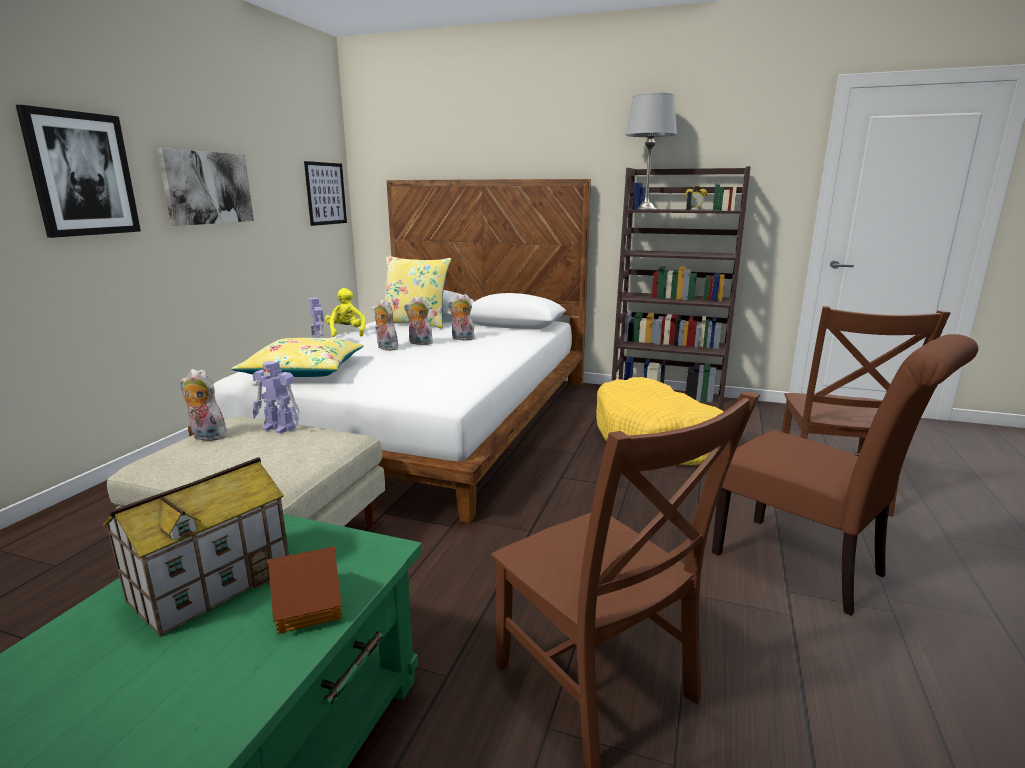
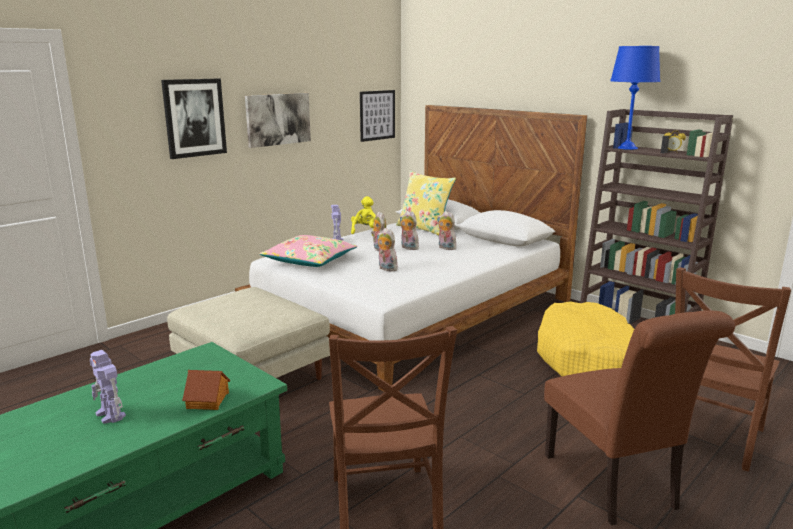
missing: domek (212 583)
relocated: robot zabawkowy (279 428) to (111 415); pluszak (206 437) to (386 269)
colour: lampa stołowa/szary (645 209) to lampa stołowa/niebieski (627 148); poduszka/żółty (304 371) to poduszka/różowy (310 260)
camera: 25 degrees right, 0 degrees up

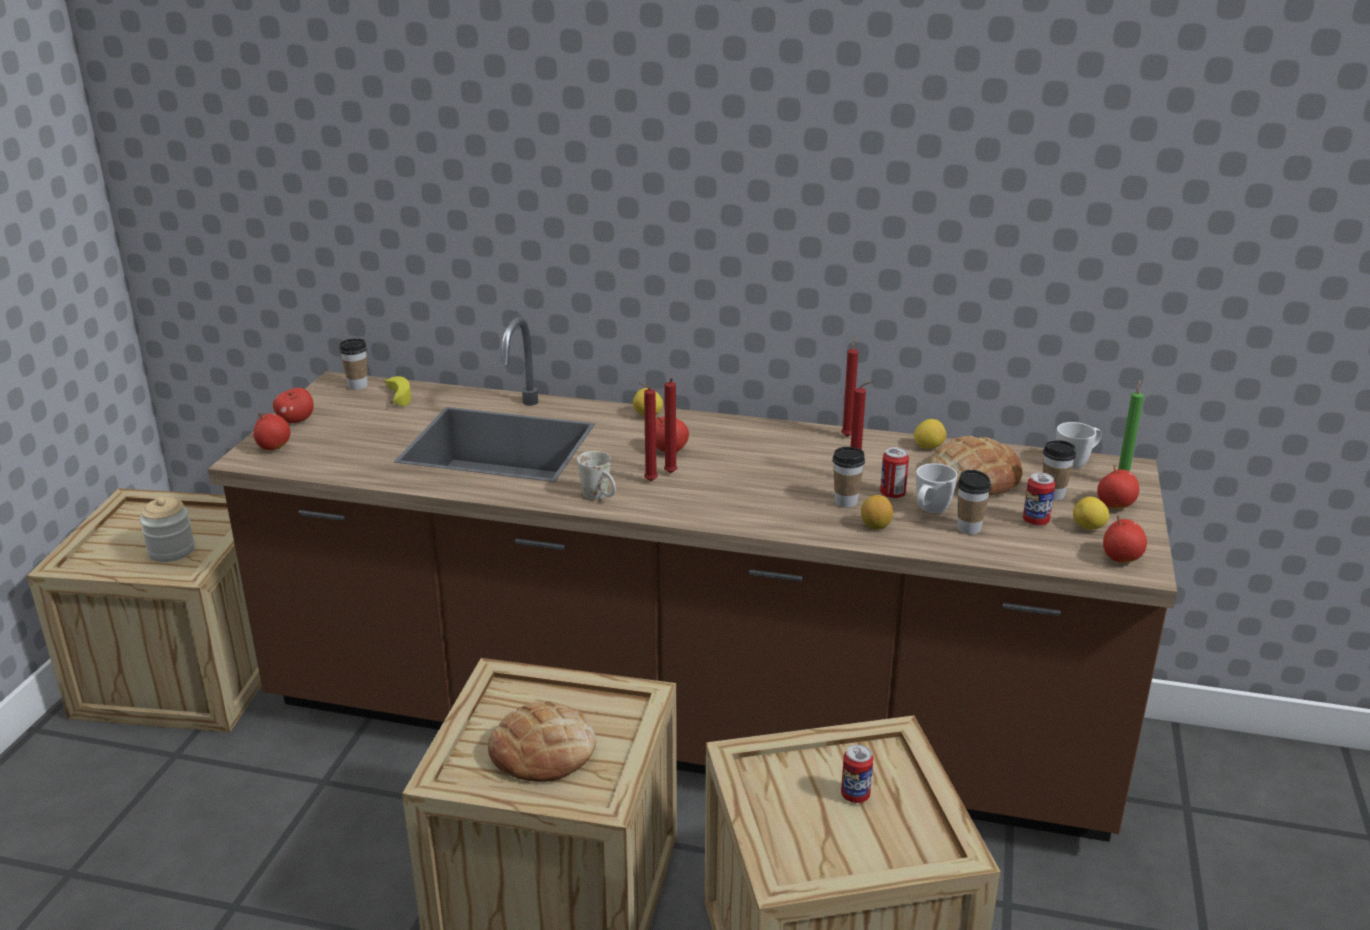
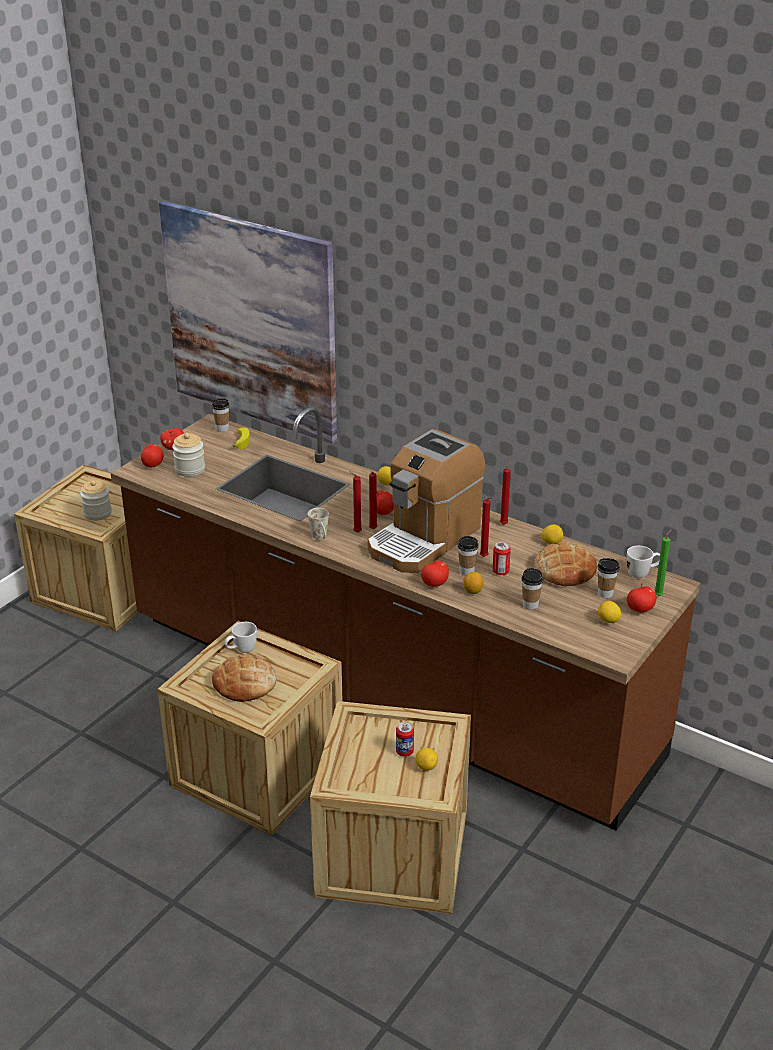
missing: puszka (1035 521)
appeared: obraz (251 321); ekspres do kawy (424 539); słoik (190 469); cytryna (426 767)
relocated: kubek/biały (929 511) to (241 651); jabłko (1121 558) to (434 584)
camera: 20 degrees right, 5 degrees up

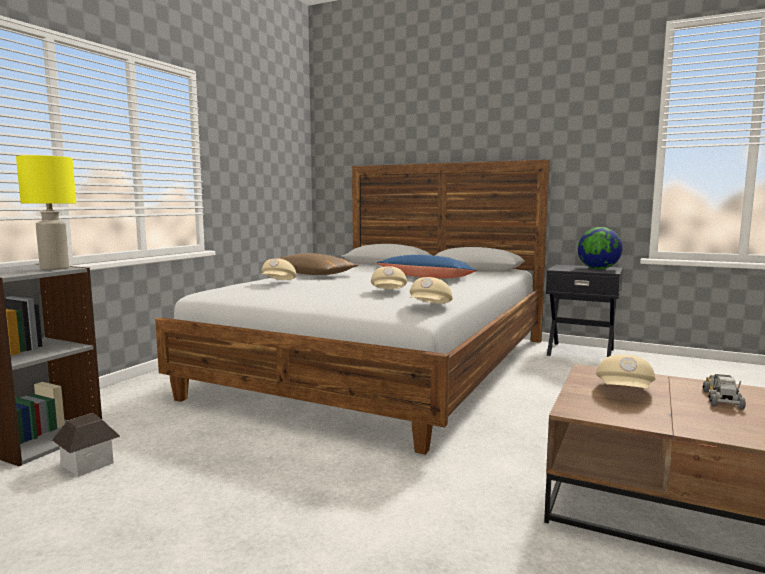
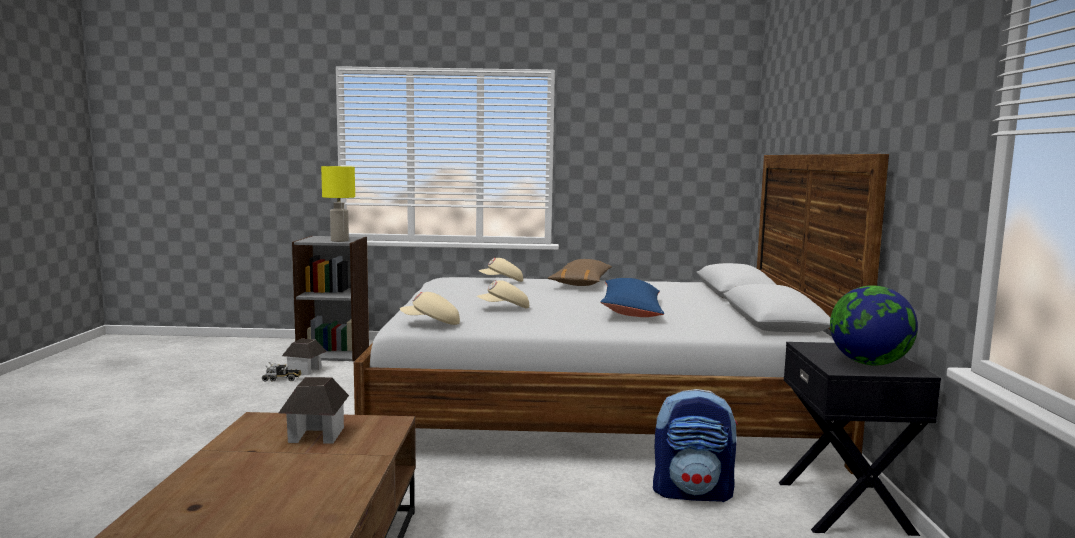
appeared: plecak (693 492)
relocated: ciężarówka zabawkowa (721 399) to (282 379)
exchanged: czapka z daszkiem/beżowy (625 392) to domek (316 435)
camera: 65 degrees right, 0 degrees up

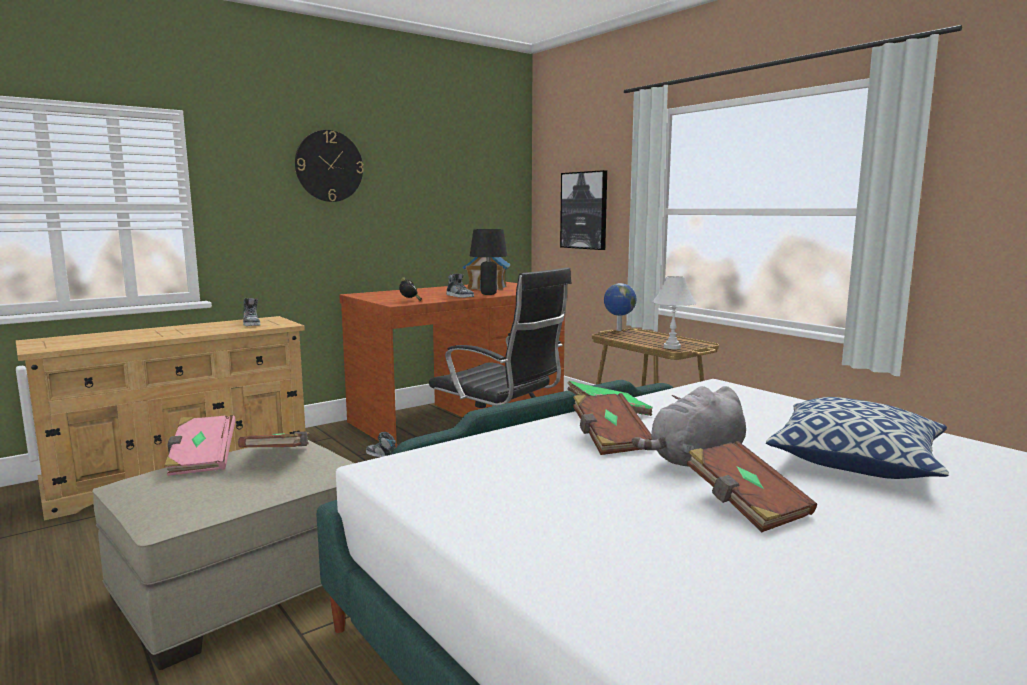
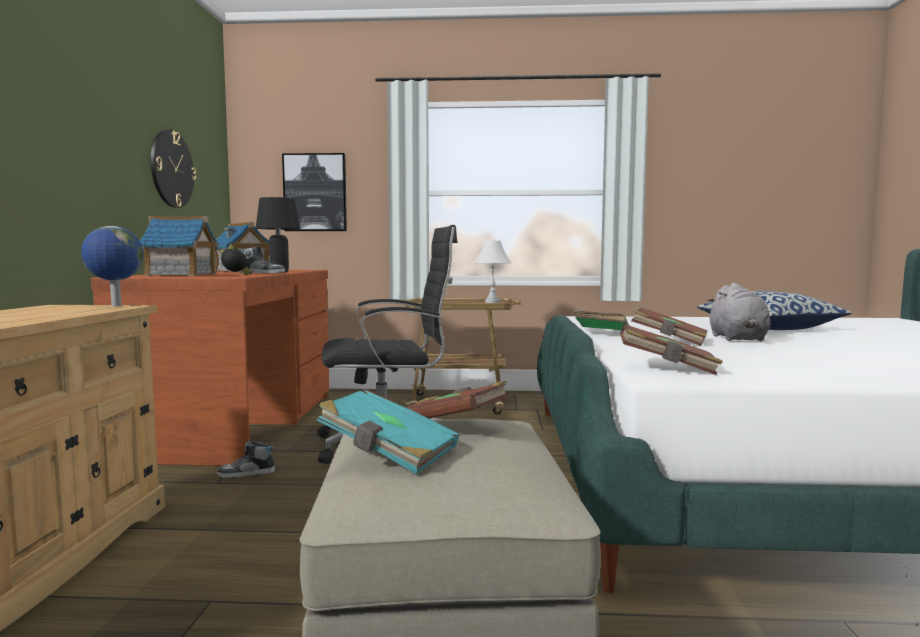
missing: but (251 323)
appeared: domek (181 275)
relocated: zegar ścienny (329 166) to (171 169); globus (618 330) to (115 305); książka/brązowy (746 505) to (667 368)
colour: książka/różowy (201 460) to książka/turkusowy (388 454)
camera: 50 degrees left, 5 degrees down

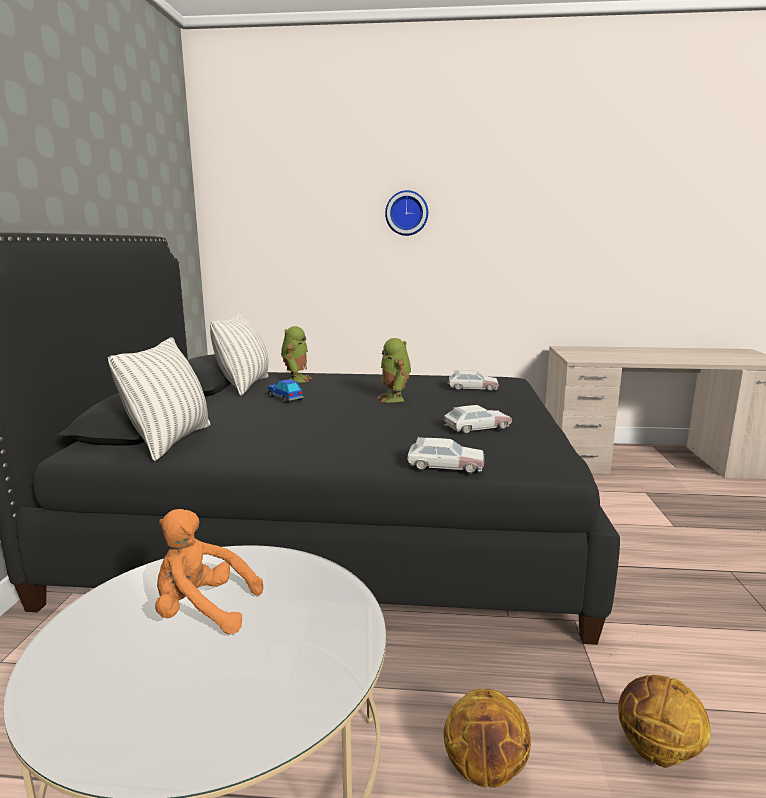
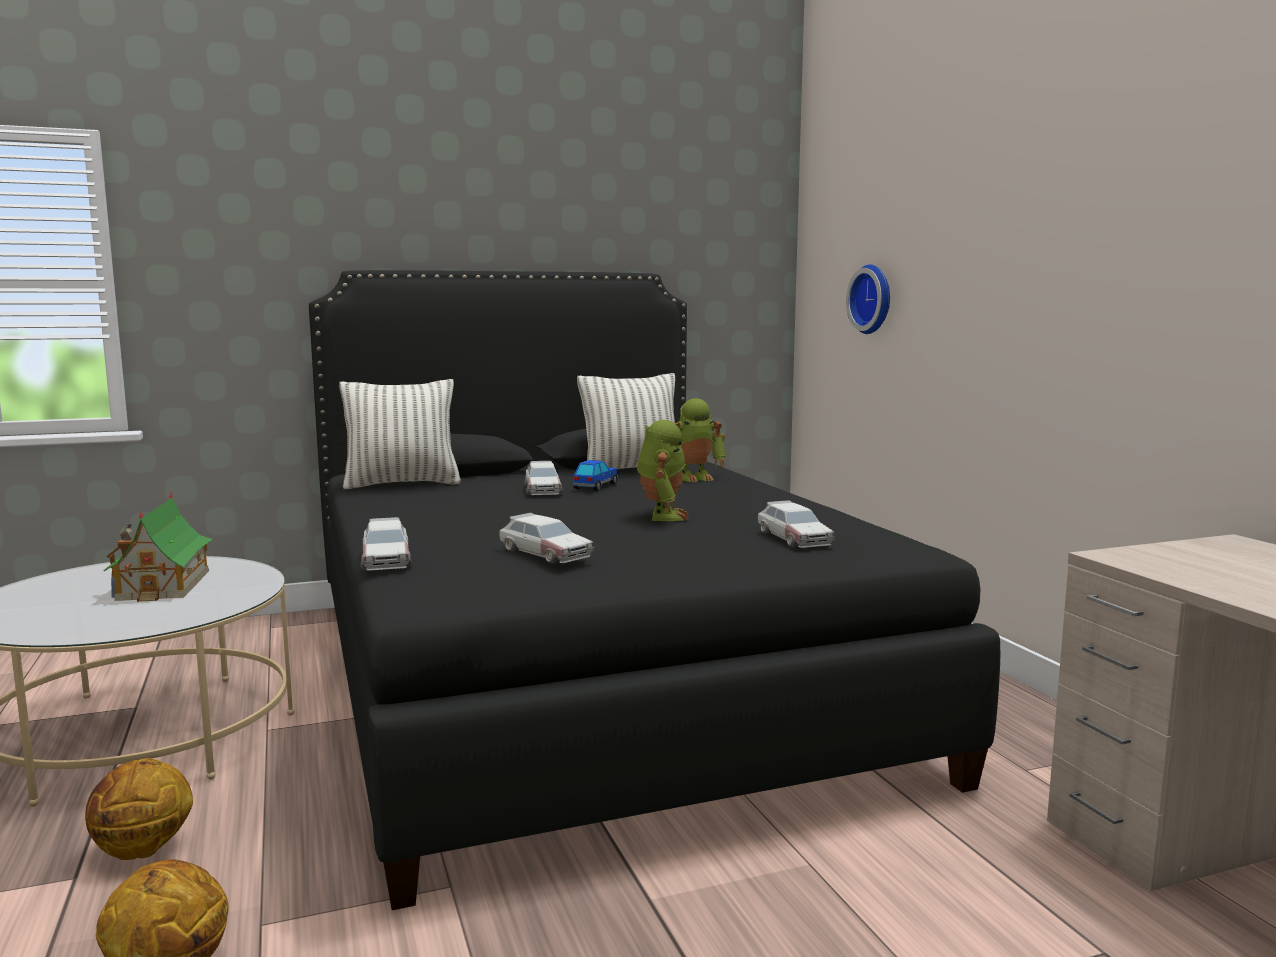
appeared: samochodzik (542 489)
relocated: zegar ścienny (406 213) to (873 299)
exchanged: pluszak/pomarańczowy (202 611) to domek (164 585)
spun: robot zabawkowy (394 398) = (662 516) 135 degrees clockwise
camera: 65 degrees right, 5 degrees down

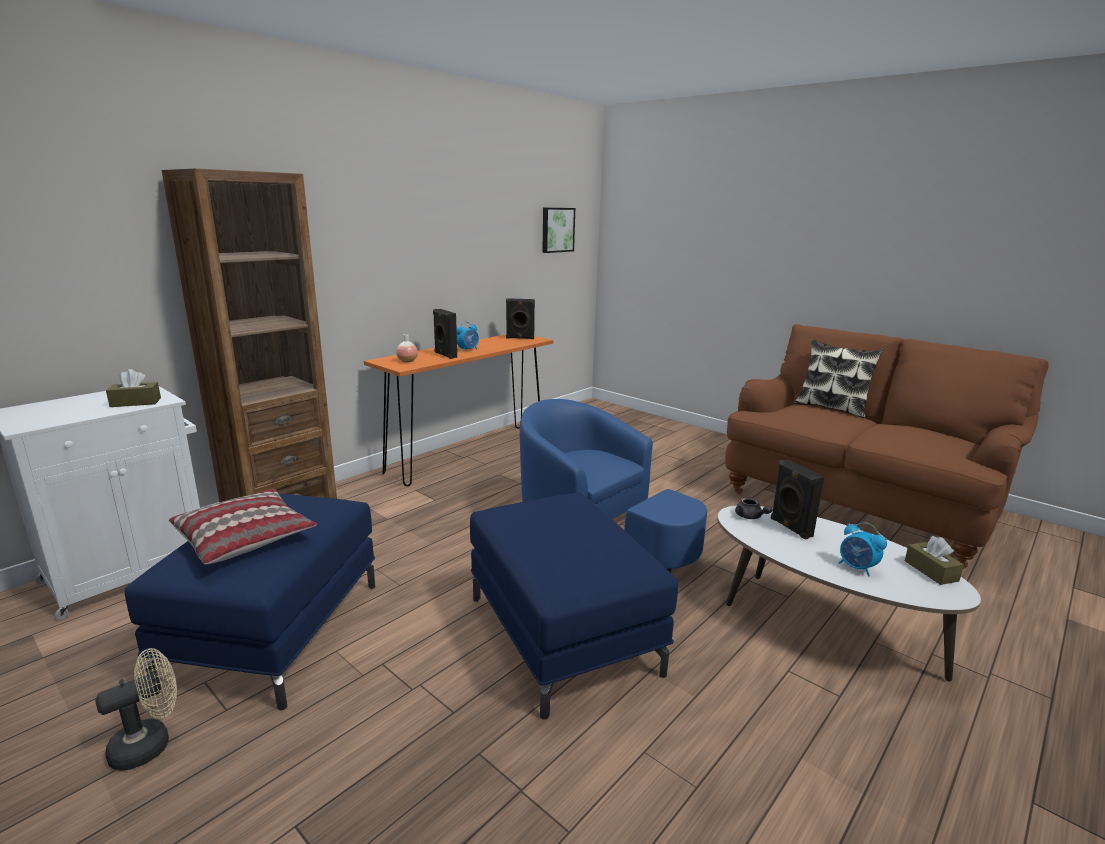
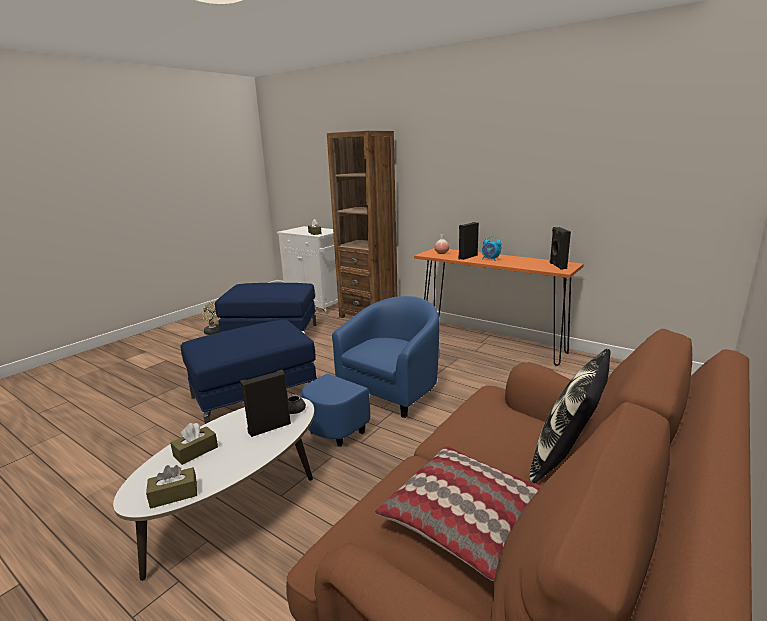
missing: obraz (557 230)
relocated: poduszka (245 538) to (466 519)
exchanged: budzik (857 568) to pudełko chusteczek/brązowy (196 451)
camera: 85 degrees right, 0 degrees up

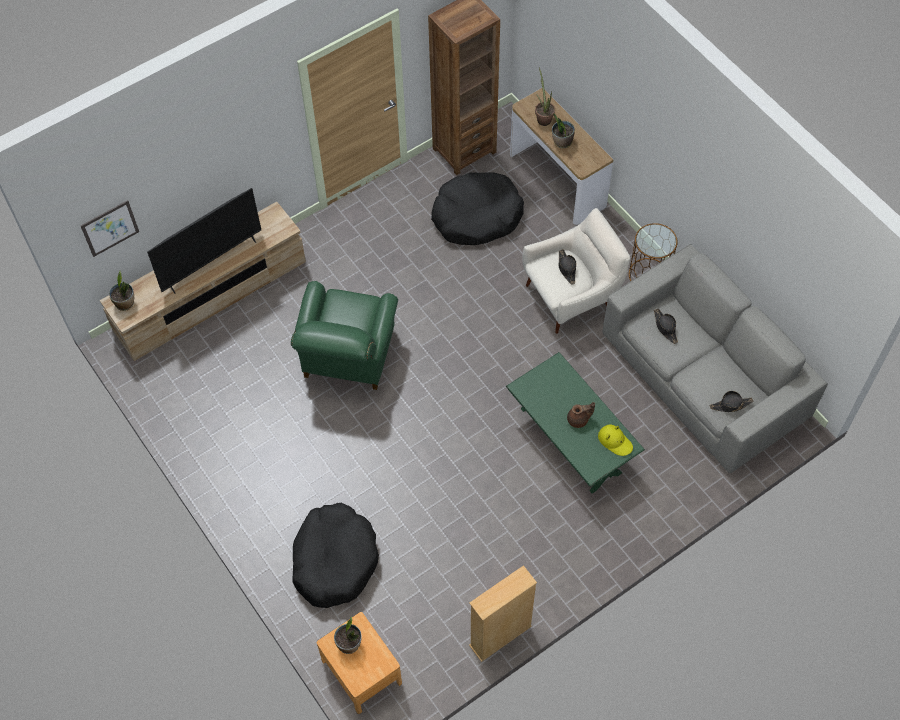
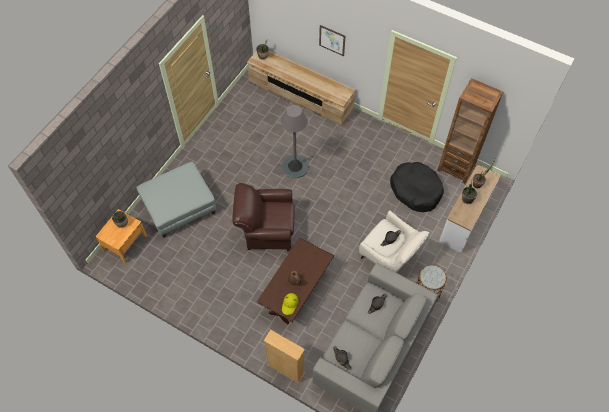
missing: telewizor (212 263)
appeared: fotel/brązowy (266 230)
relocated: obraz (110 228) to (332 40); regał/beżowy (500 636) to (285 368)
exchanged: fotel/zielony (347 358) to lampa stojąca/szary (295 166); legowisko/czarny (334 560) to pufa/szary (179 207)
colour: ława/zielony (571 440) to ława/brązowy (296 290)
camera: 65 degrees right, 0 degrees up

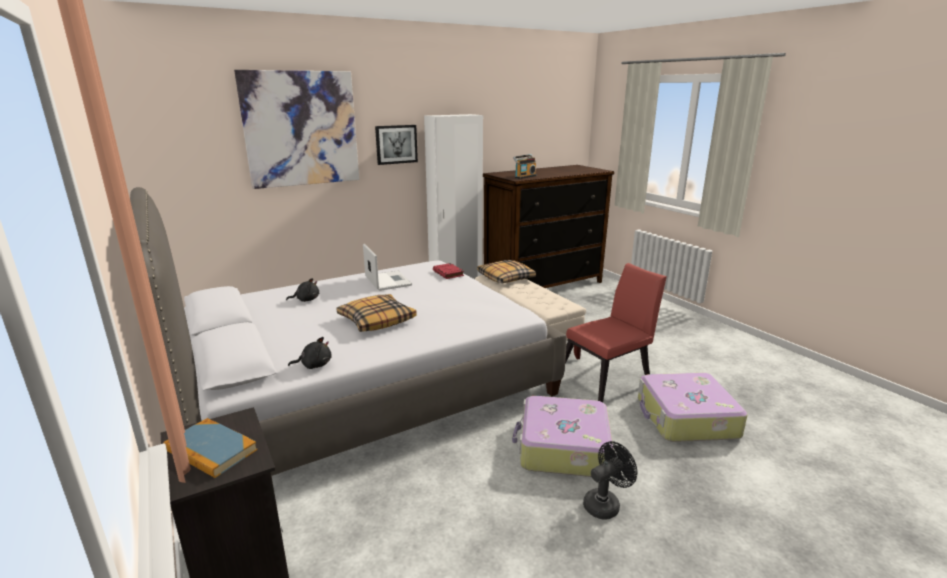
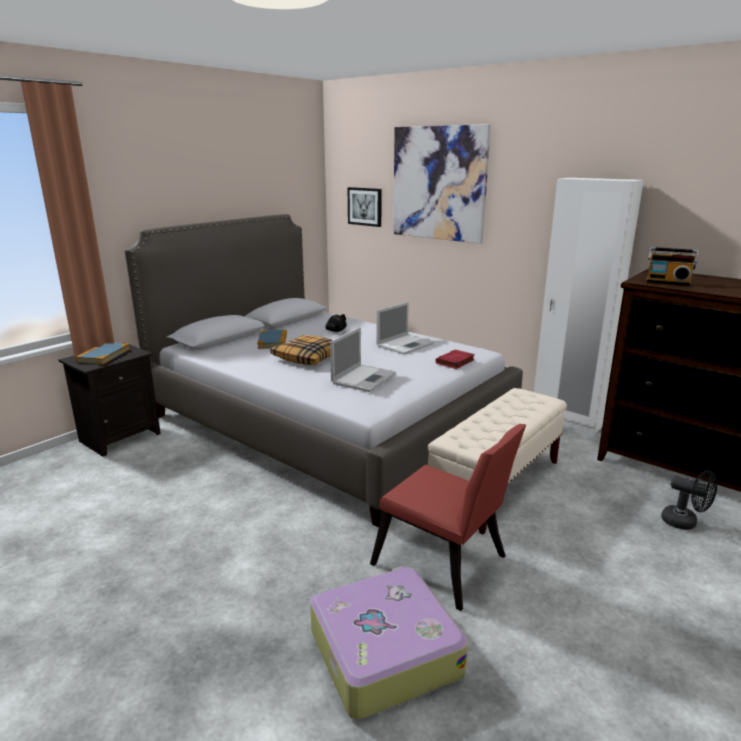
missing: poduszka (505 278); pluszak/czarny (314 365); walizka (562 448)
appeared: laptop (364 378); książka (272 341)
relocated: obraz (396 144) to (365 206); wentylator/czarny (605 504) to (685 522)
camera: 70 degrees right, 0 degrees up

